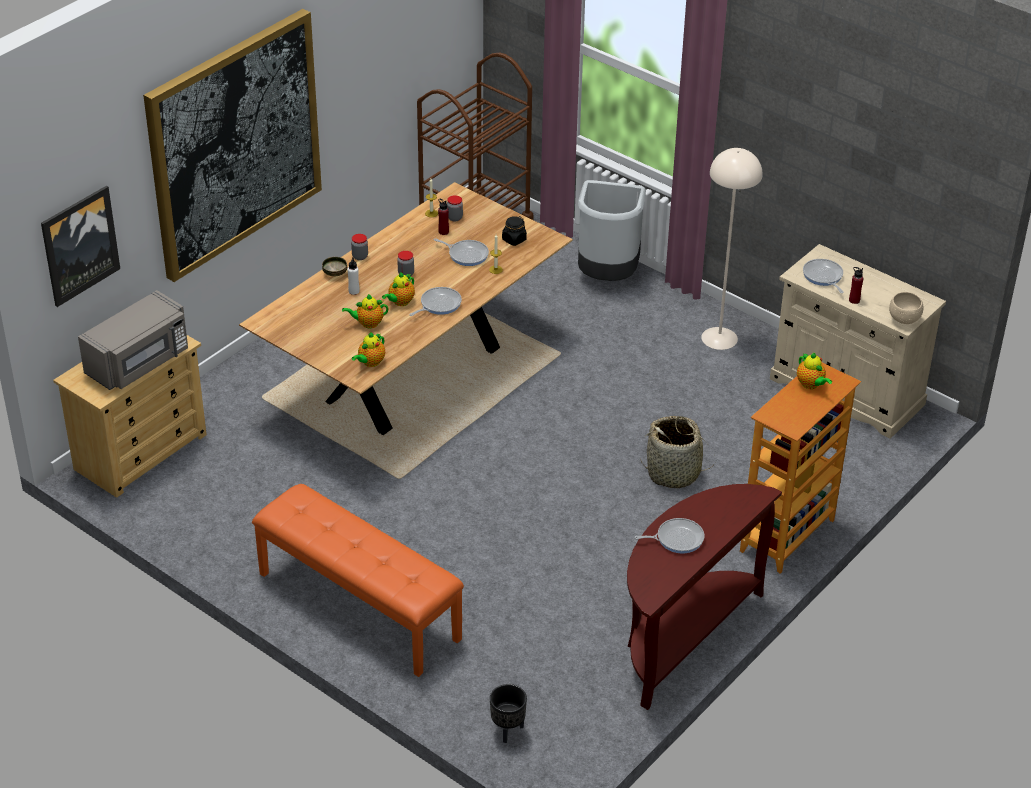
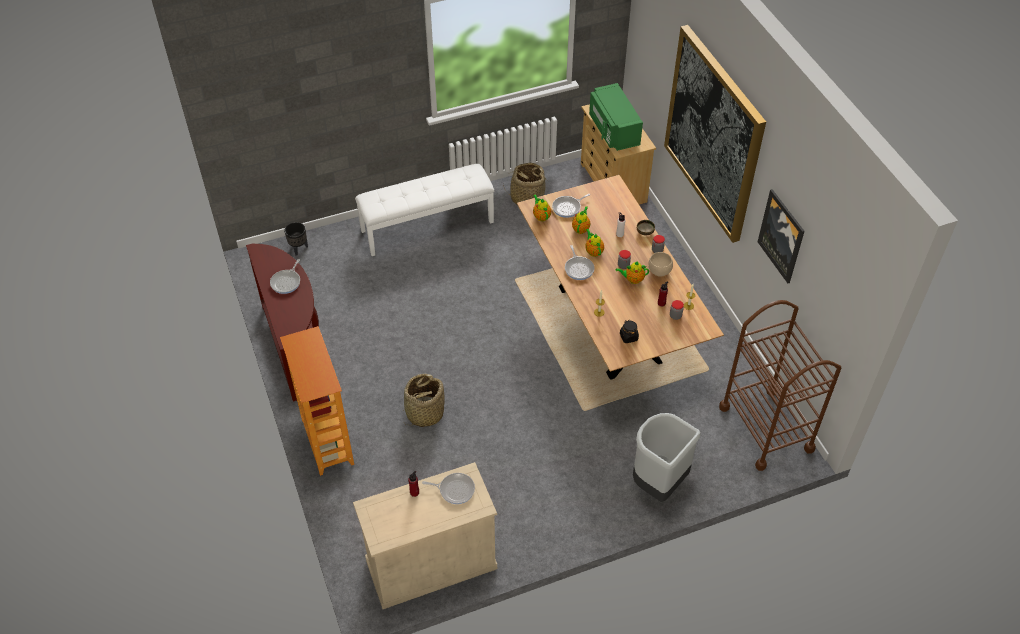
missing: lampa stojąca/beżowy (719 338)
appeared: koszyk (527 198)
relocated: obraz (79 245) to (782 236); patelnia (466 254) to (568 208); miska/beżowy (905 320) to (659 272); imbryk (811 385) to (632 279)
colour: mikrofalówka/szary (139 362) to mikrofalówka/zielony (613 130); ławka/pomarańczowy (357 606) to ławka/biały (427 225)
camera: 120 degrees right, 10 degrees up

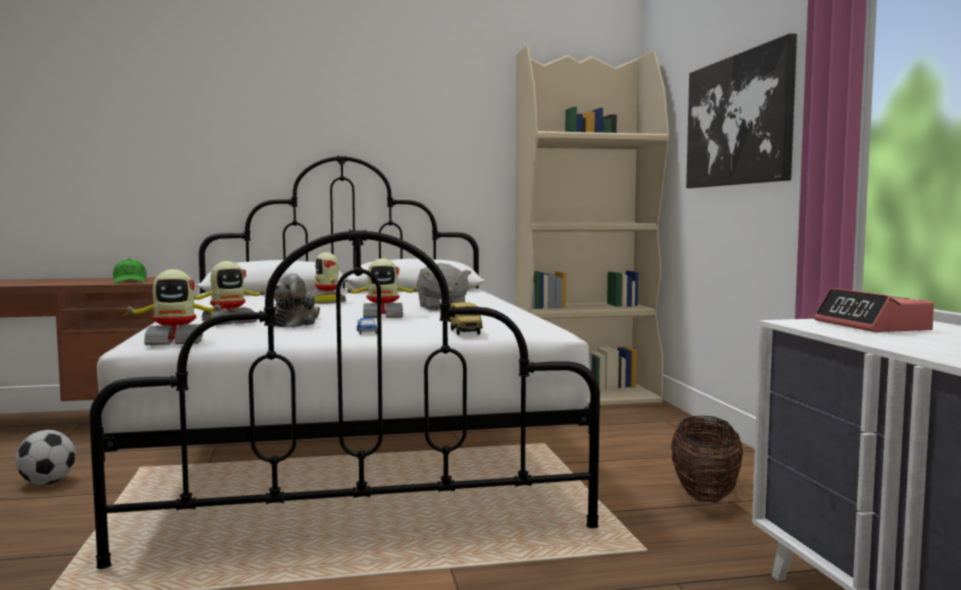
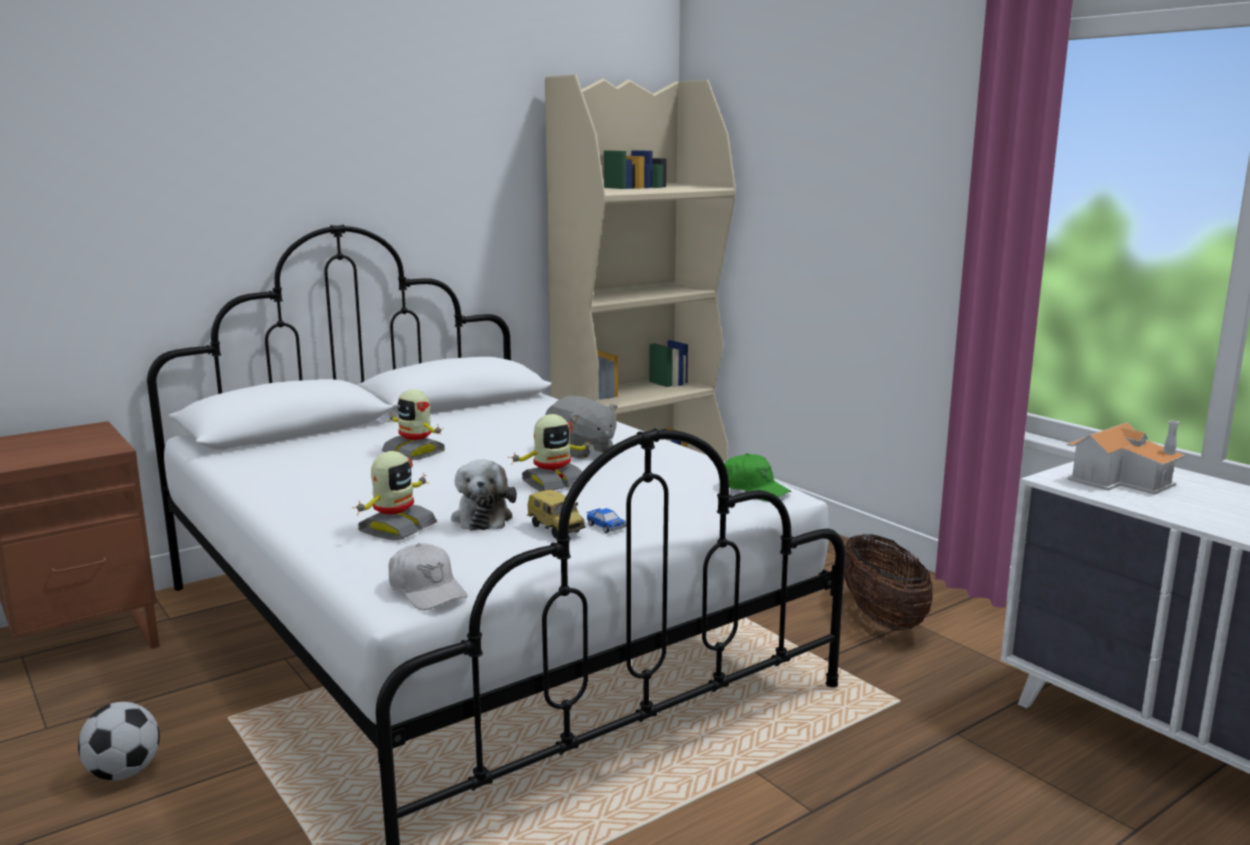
missing: obraz (738 120)
relocated: czapka z daszkiem/zielony (130 281) to (754 490); samochodzik (466 332) to (557 529)
exchanged: robot zabawkowy (175 342) to czapka z daszkiem/biały (427 590); budzik (872 326) to domek (1121 480)
camera: 25 degrees left, 10 degrees up

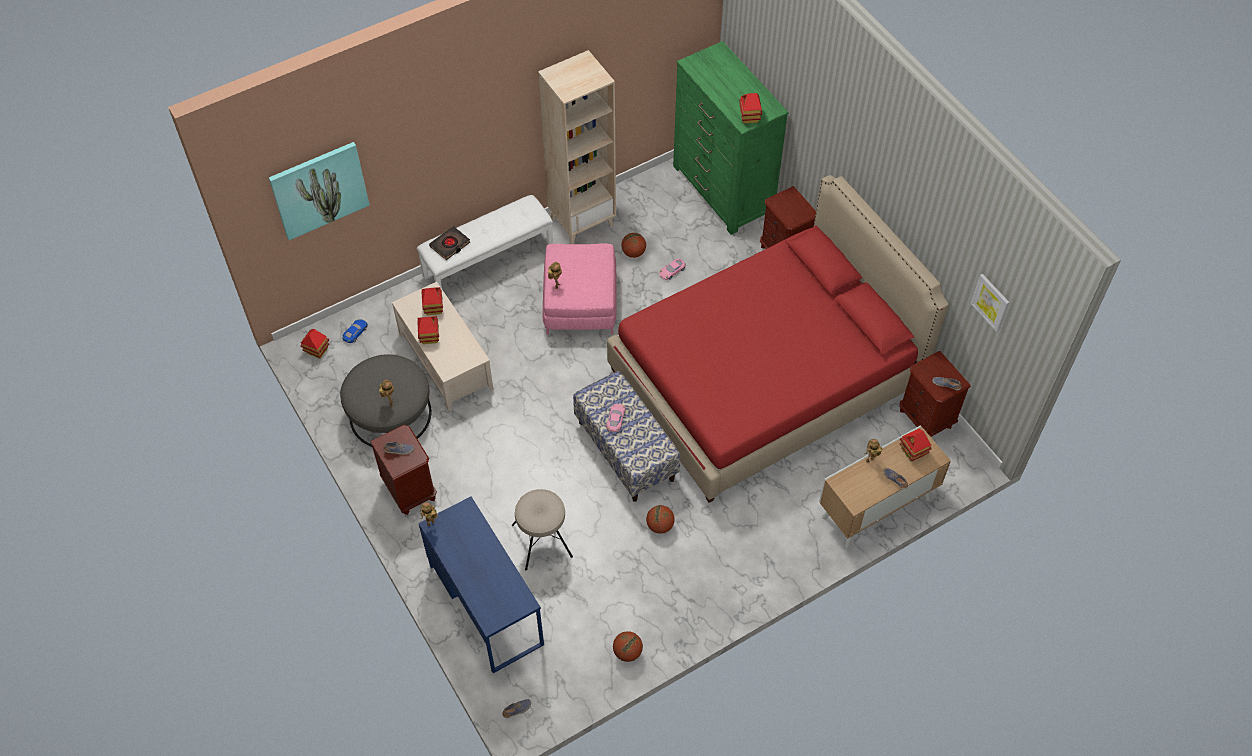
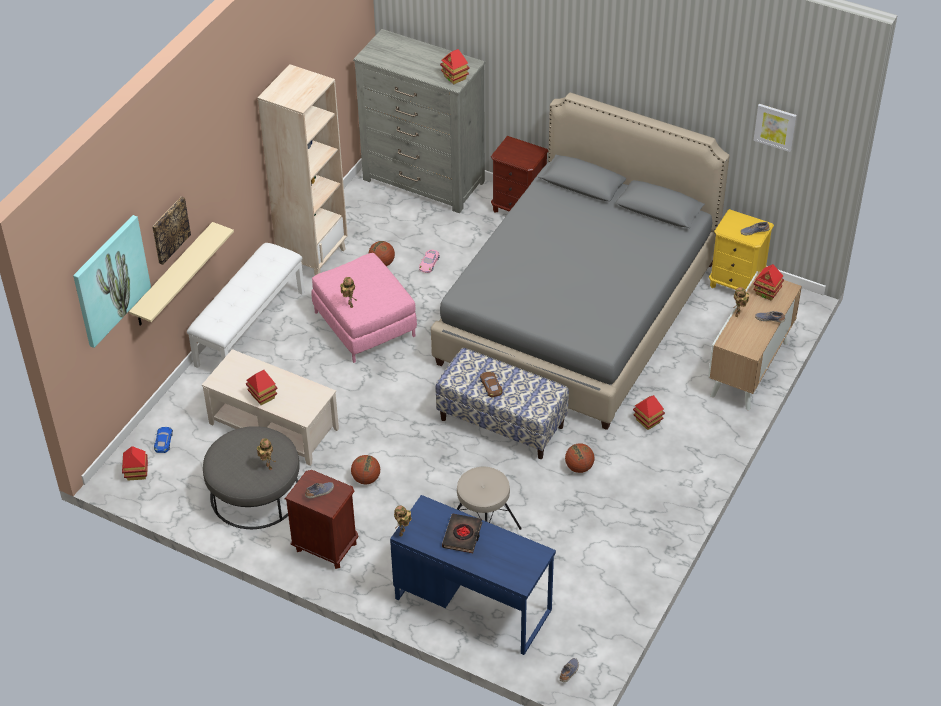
appeared: obraz (170 229); półka/beżowy (173 276)
relocated: książka/czarny (450 245) to (462 535); domek (433 308) to (647 421); piłka do koszykówki (627 652) to (366 479)
colour: komoda/zielony (722 190) to komoda/szary (423 181); łóżko/czerwony (764 378) to łóżko/szary (578 312); szafka nocna/brązowy (925 418) to szafka nocna/żółty (736 283); samochodzik/różowy (615 419) to samochodzik/brązowy (491 386)
camera: 30 degrees left, 10 degrees down

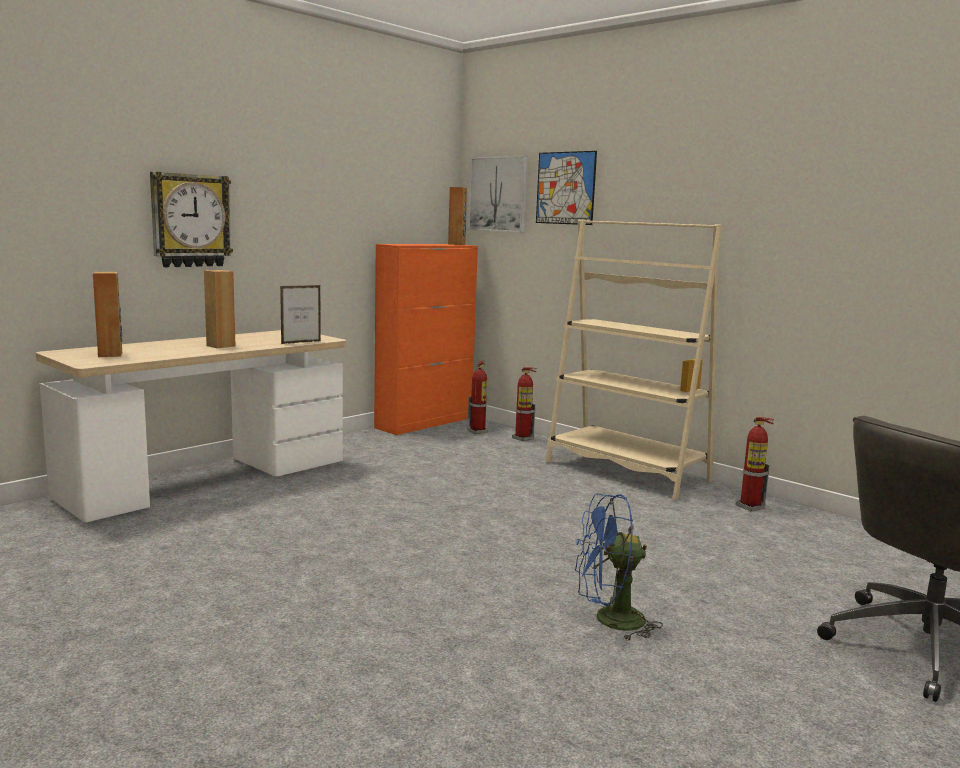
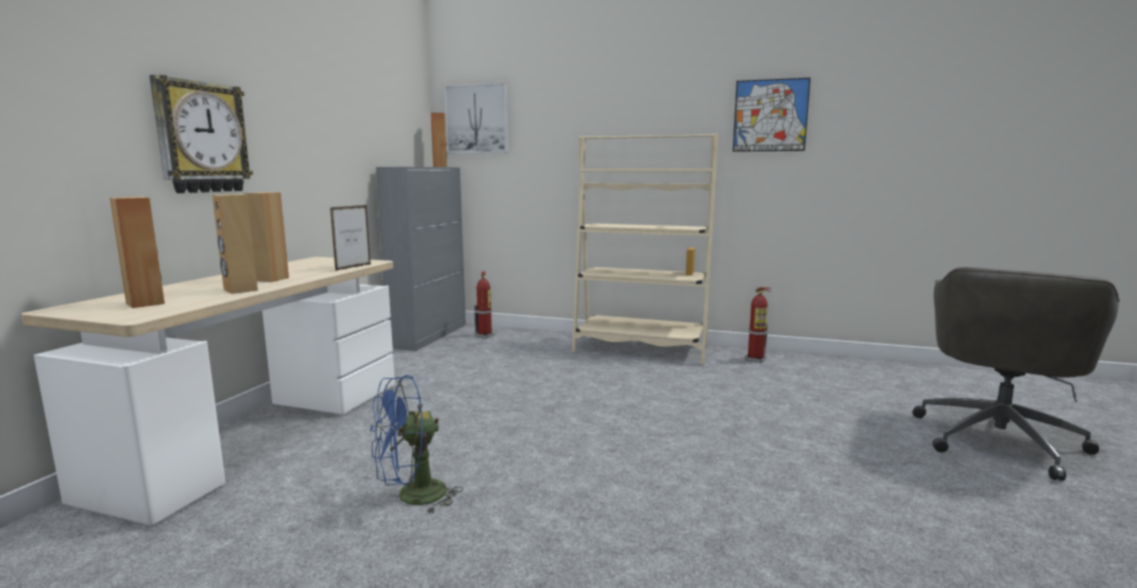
missing: gaśnica (523 438)
appeared: głośnik/brązowy (240 290)
relocated: obraz (565 188) to (770 115); wentylator/niebieski (609 621) to (412 497)
colour: szafka/pomarańczowy (425 422) to szafka/szary (430 335)
camera: 25 degrees left, 0 degrees up

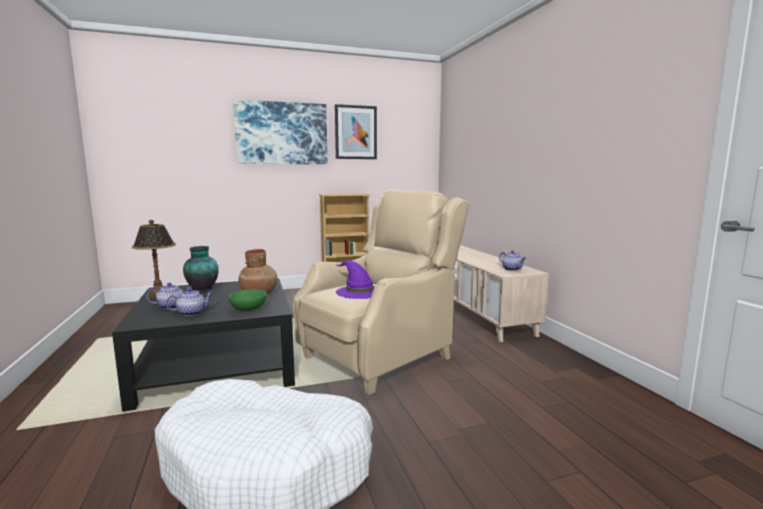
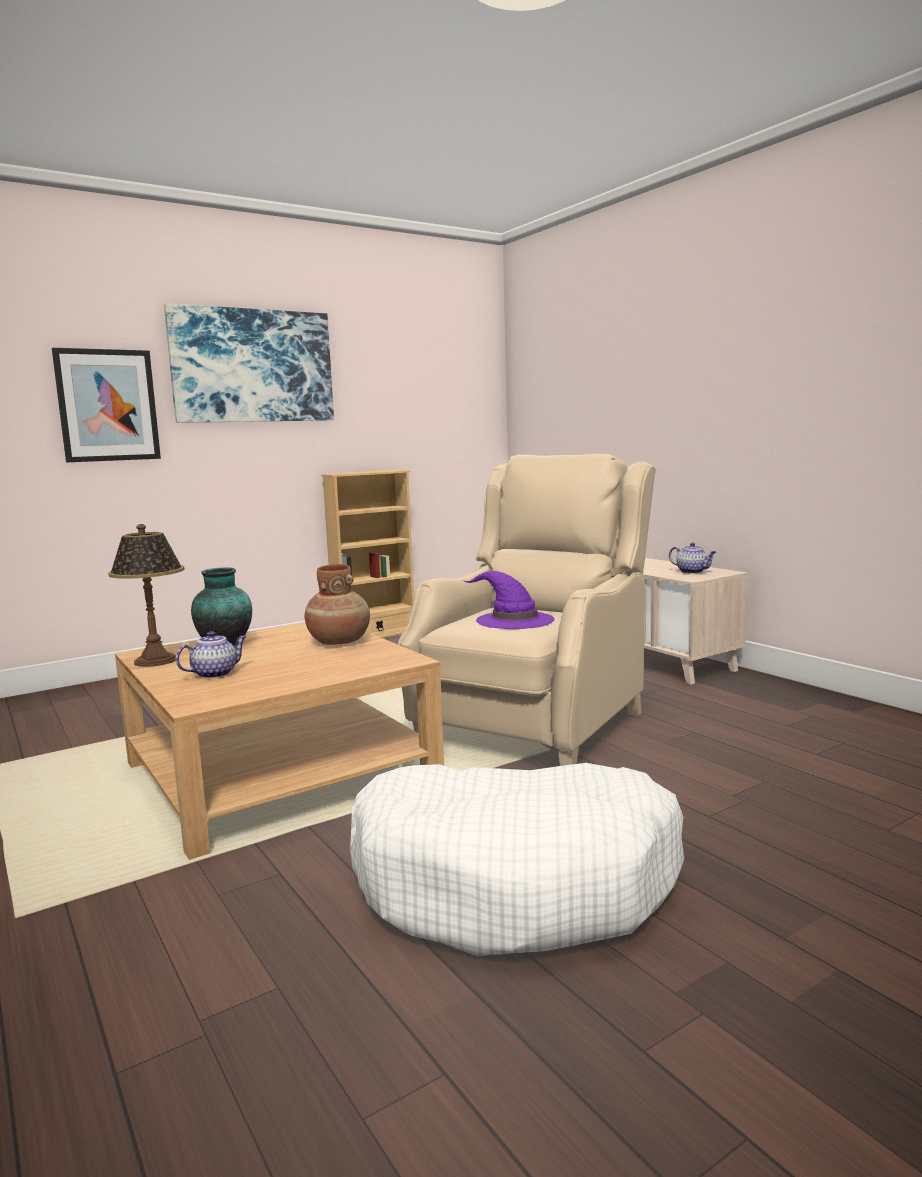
missing: imbryk (192 313); miska/zielony (248 309)
relocated: obraz (355 132) to (107 405)
colour: ława/czarny (218 365) to ława/beżowy (279 773)
camera: 15 degrees left, 0 degrees up

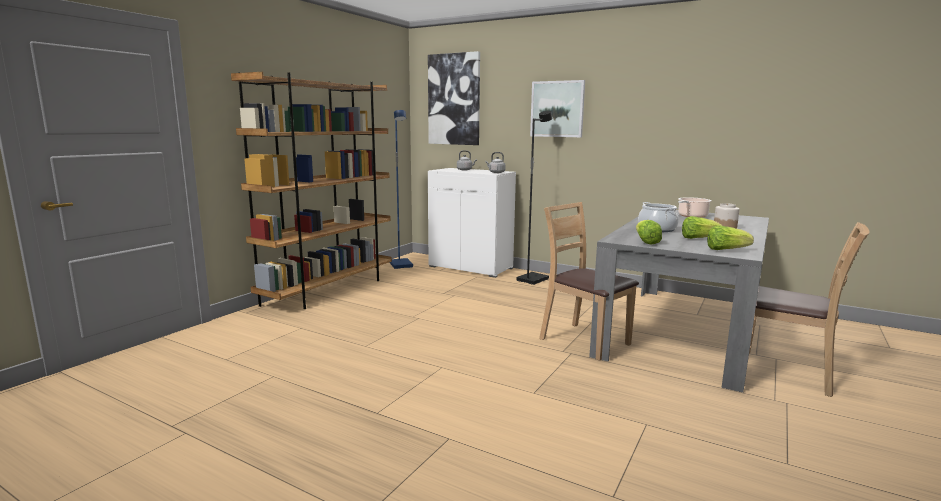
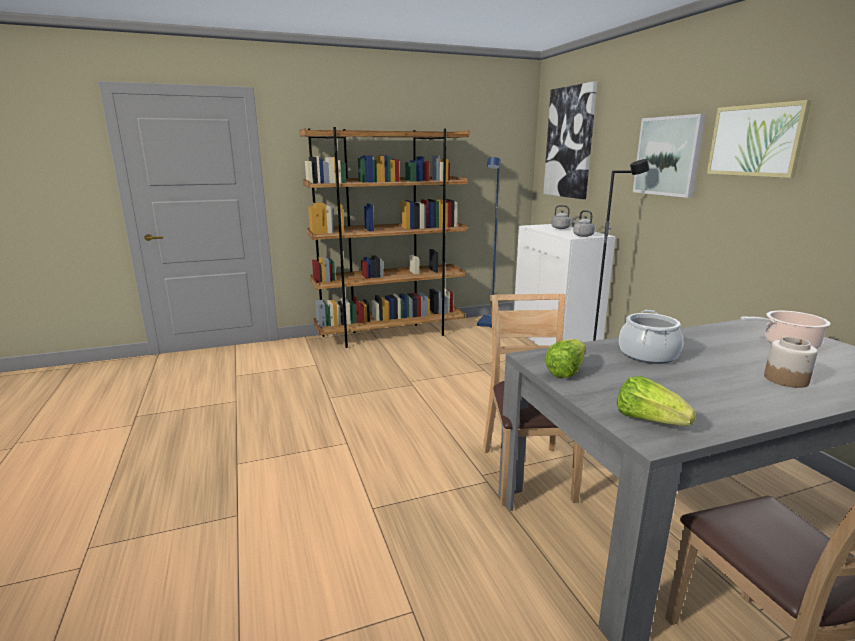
missing: sałata (698 238)
appeared: obraz (755 140)
camera: 40 degrees right, 5 degrees up

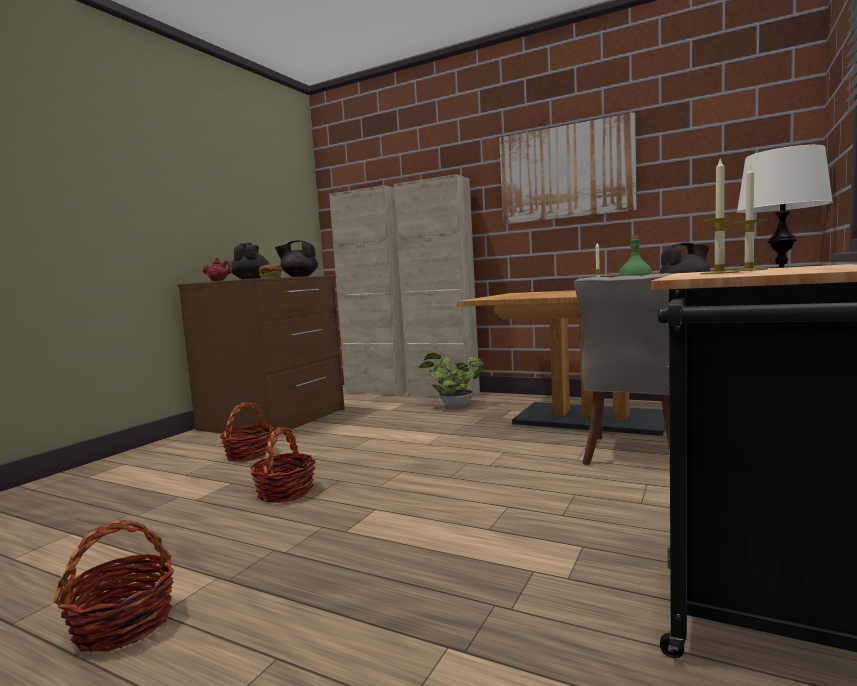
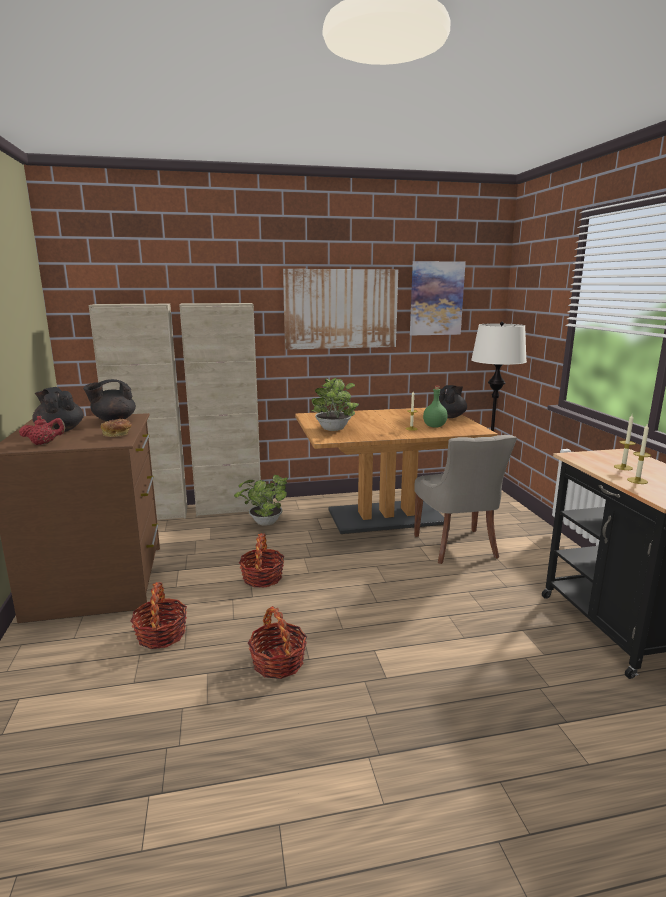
appeared: obraz (436 298); roślina doniczkowa (333 430)
relocated: koszyk (124 624) to (262 578)
camera: 40 degrees left, 10 degrees up

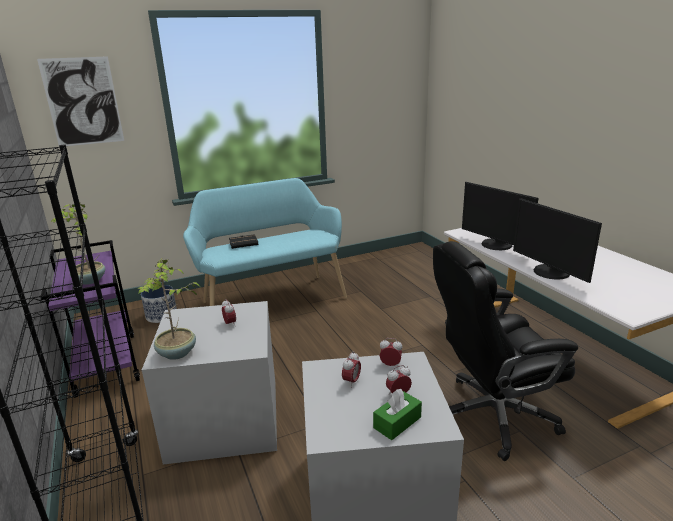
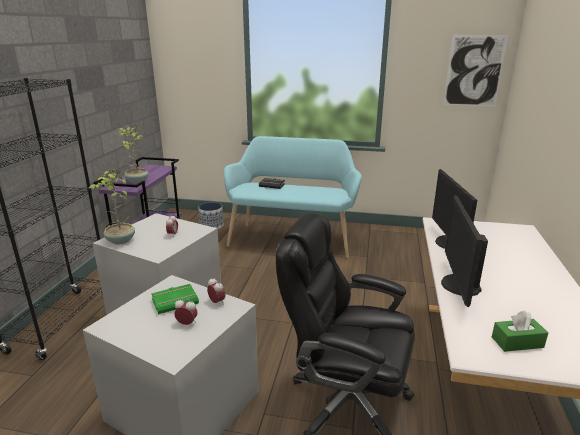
relocated: obraz (83 102) to (474 71); pudełko chusteczek/zielony (397 422) to (517 342)
exchanged: budzik (351 381) to książka/zielony (175 301)
camera: 35 degrees right, 0 degrees up

